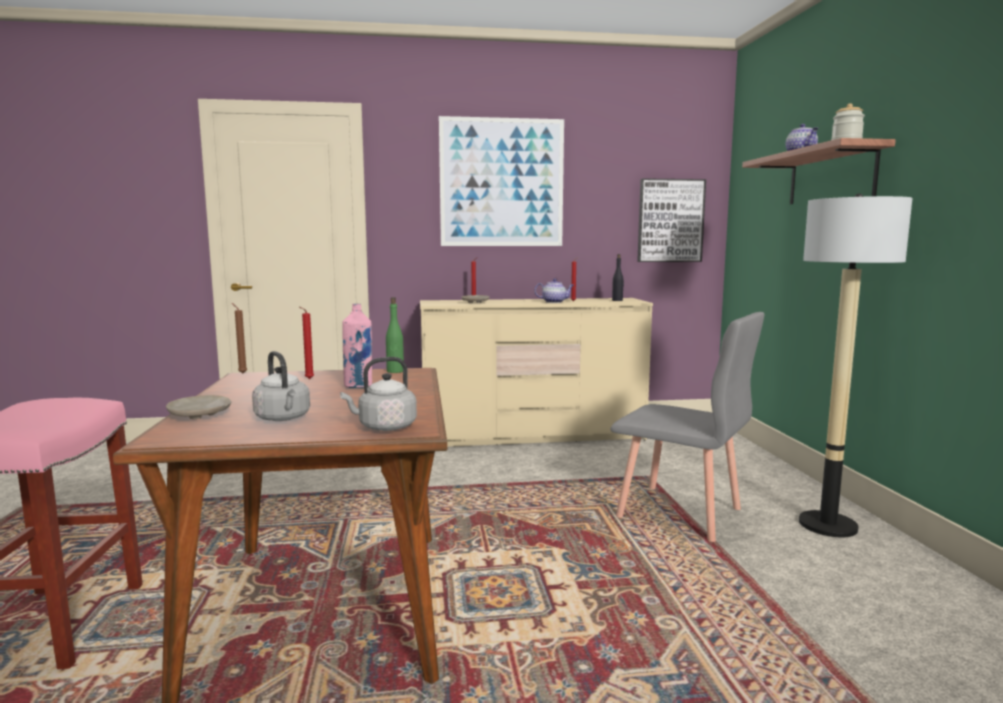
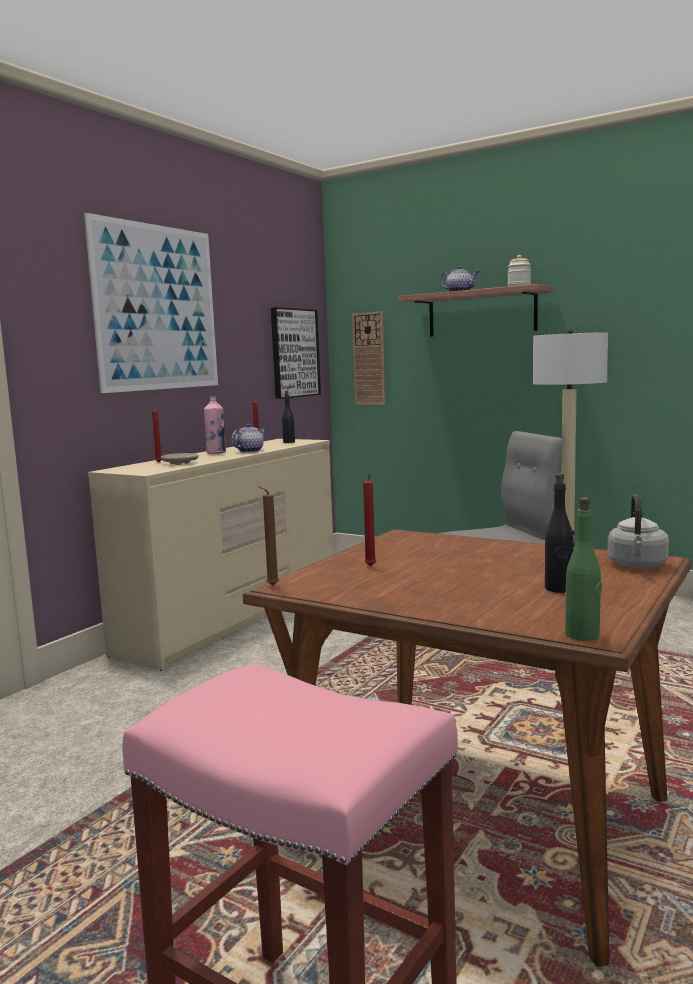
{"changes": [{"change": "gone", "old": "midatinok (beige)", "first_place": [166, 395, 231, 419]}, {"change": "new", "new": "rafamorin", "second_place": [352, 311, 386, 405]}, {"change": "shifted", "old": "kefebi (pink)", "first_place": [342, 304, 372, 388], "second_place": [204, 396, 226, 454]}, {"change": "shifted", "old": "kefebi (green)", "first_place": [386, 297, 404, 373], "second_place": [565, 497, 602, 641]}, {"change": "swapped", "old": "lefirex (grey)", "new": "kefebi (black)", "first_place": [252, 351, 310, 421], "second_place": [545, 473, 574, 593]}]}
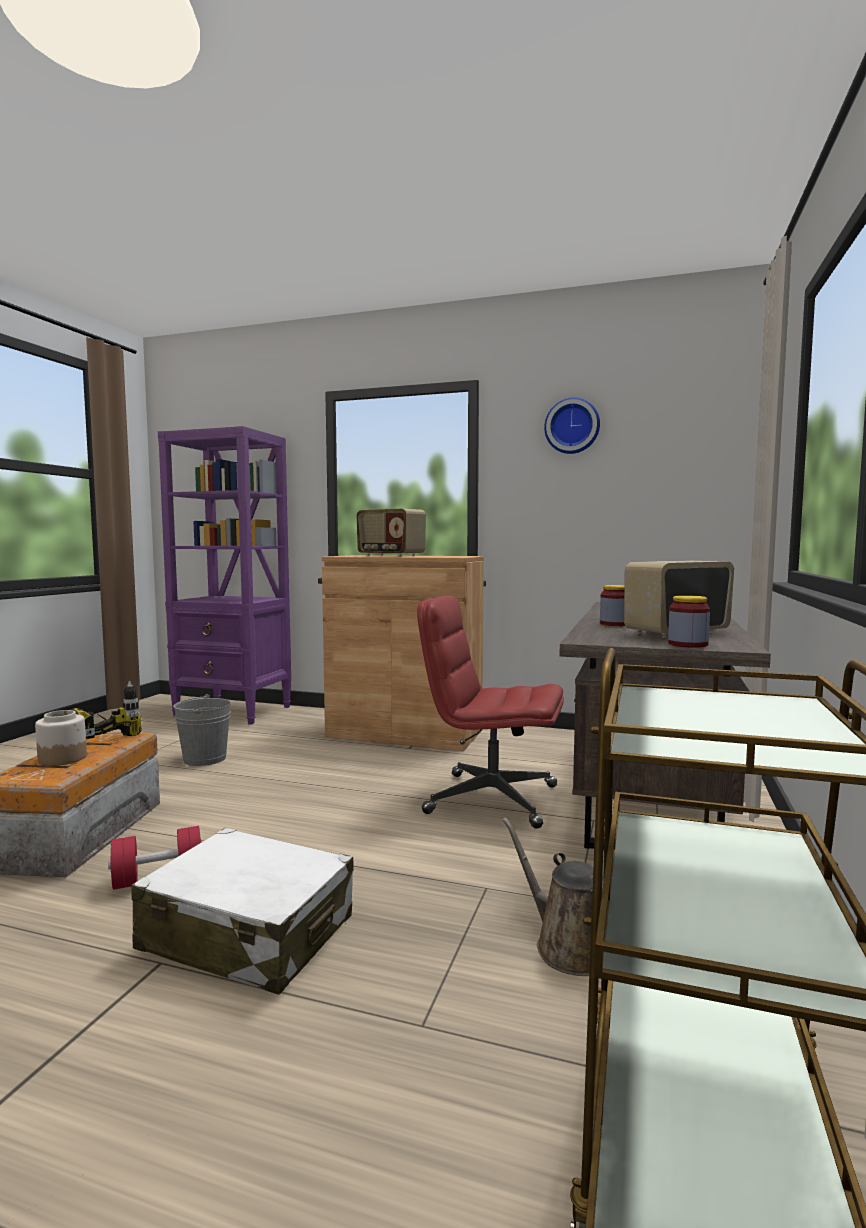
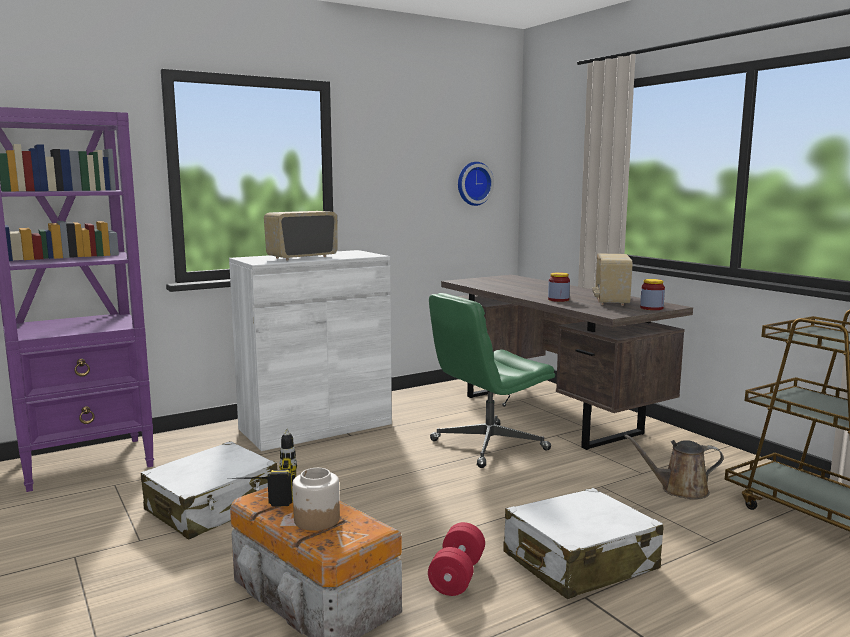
{"changes": [{"change": "shifted", "old": "rafamorin", "first_place": [544, 397, 600, 454], "second_place": [458, 162, 494, 206]}, {"change": "swapped", "old": "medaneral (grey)", "new": "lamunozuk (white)", "first_place": [173, 694, 231, 766], "second_place": [140, 441, 277, 539]}, {"change": "repainted", "old": "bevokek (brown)", "new": "bevokek (white)", "first_place": [322, 555, 484, 751], "second_place": [229, 250, 392, 451]}, {"change": "repainted", "old": "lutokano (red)", "new": "lutokano (green)", "first_place": [417, 596, 564, 829], "second_place": [429, 293, 555, 468]}, {"change": "rotated", "old": "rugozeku", "first_place": [357, 509, 426, 557], "second_place": [264, 211, 337, 261], "degrees": 150}]}
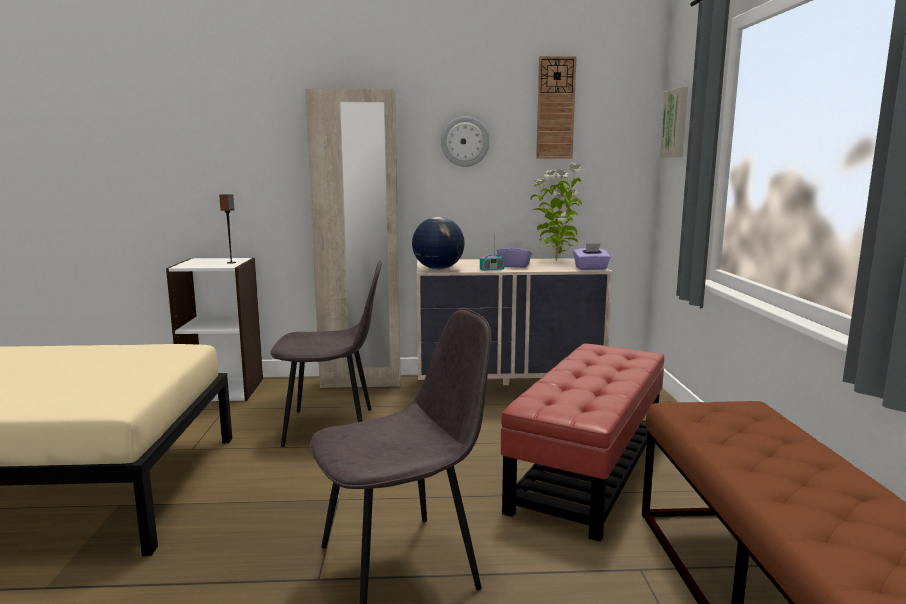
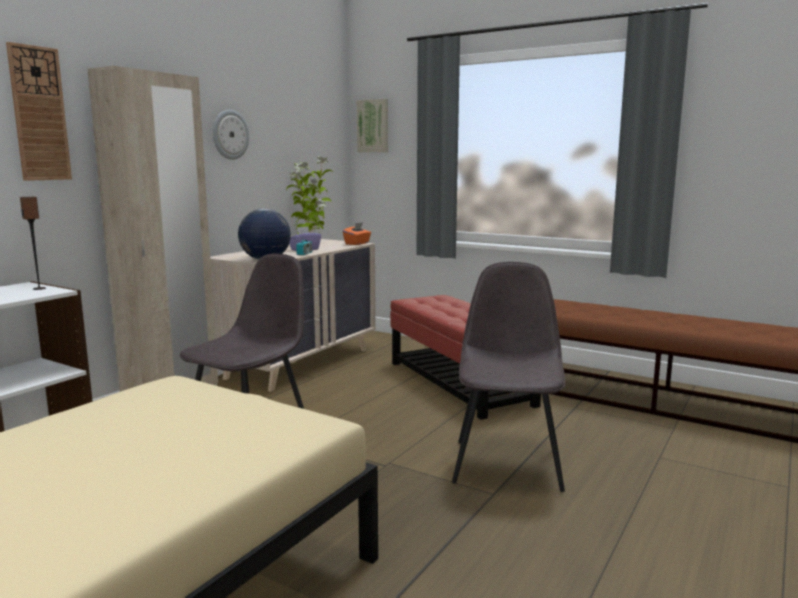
{"changes": [{"change": "shifted", "old": "rafamorin", "first_place": [536, 56, 576, 158], "second_place": [6, 42, 72, 181]}, {"change": "repainted", "old": "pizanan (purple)", "new": "pizanan (orange)", "first_place": [573, 243, 611, 270], "second_place": [343, 222, 371, 245]}]}
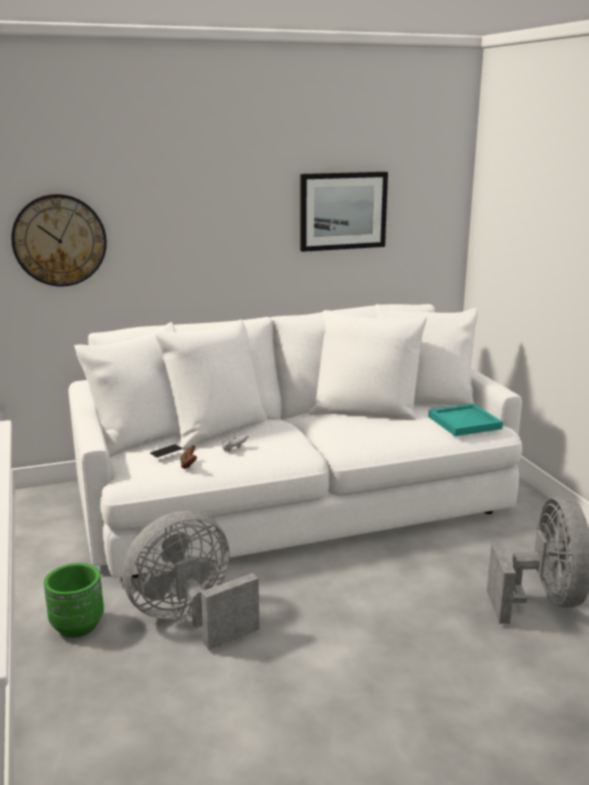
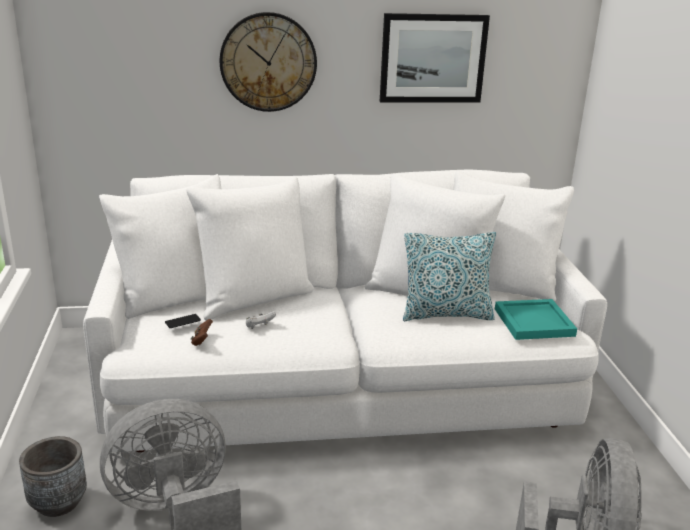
{"changes": [{"change": "new", "new": "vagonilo", "second_place": [403, 232, 496, 321]}, {"change": "shifted", "old": "rafamorin", "first_place": [11, 194, 107, 286], "second_place": [220, 12, 317, 112]}, {"change": "repainted", "old": "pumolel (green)", "new": "pumolel (grey)", "first_place": [44, 563, 104, 638], "second_place": [19, 436, 87, 517]}]}
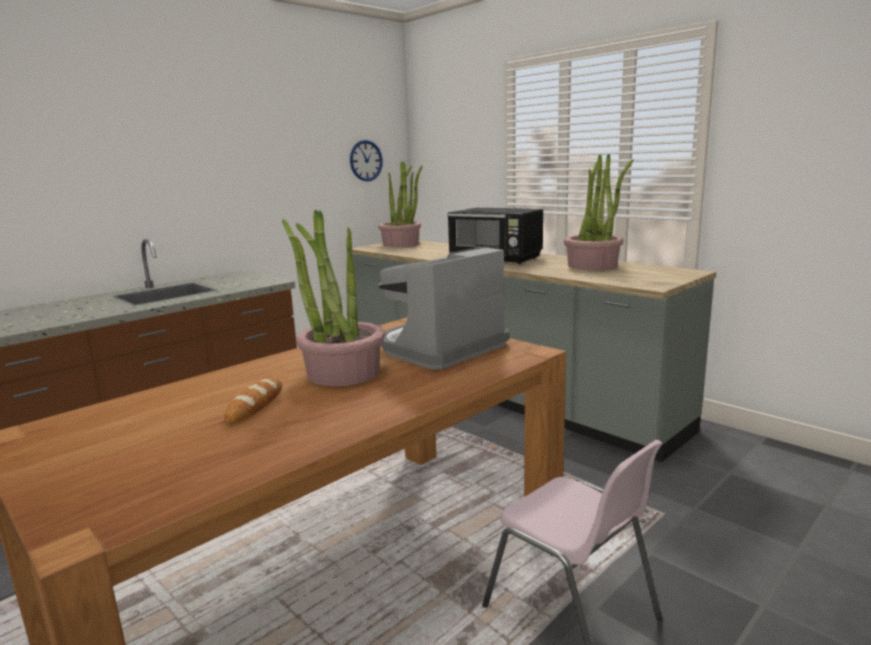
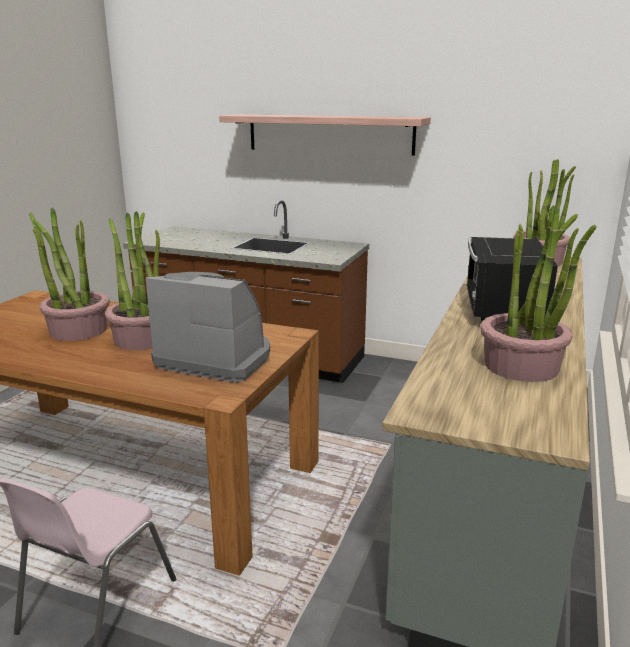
{"changes": [{"change": "gone", "old": "rafamorin", "first_place": [350, 140, 383, 181]}, {"change": "new", "new": "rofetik", "second_place": [219, 114, 431, 156]}, {"change": "swapped", "old": "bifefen", "new": "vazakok", "first_place": [224, 378, 282, 424], "second_place": [29, 208, 110, 341]}]}
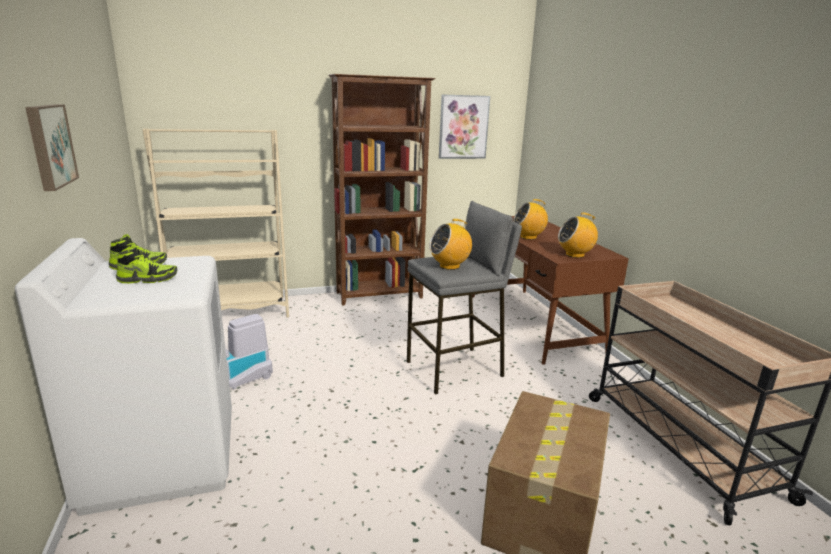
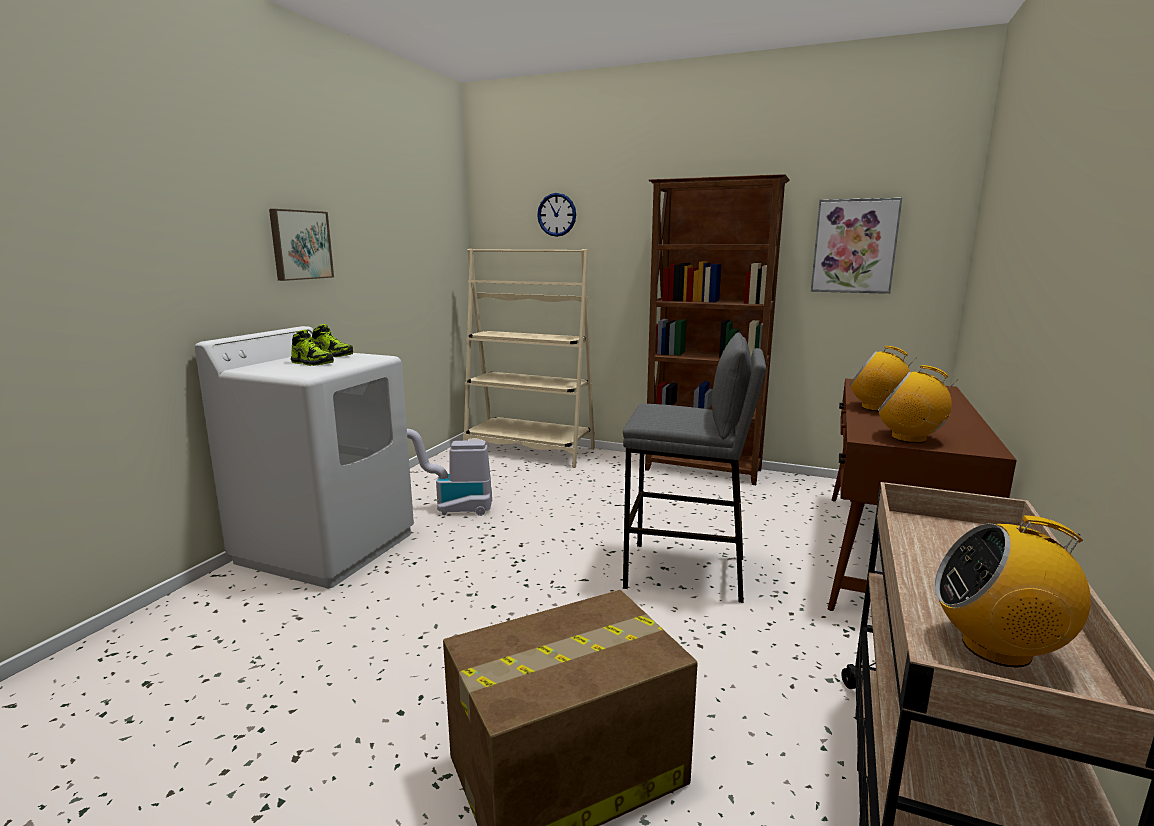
{"changes": [{"change": "new", "new": "rafamorin", "second_place": [537, 193, 576, 237]}, {"change": "shifted", "old": "rugozeku", "first_place": [429, 219, 472, 270], "second_place": [935, 515, 1091, 668]}]}
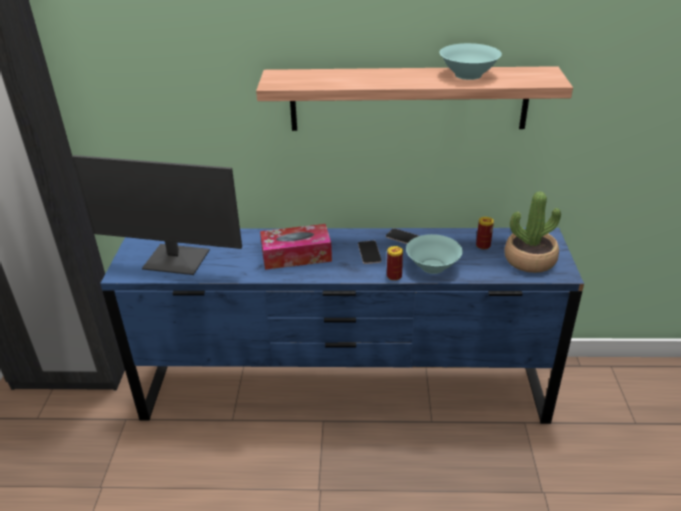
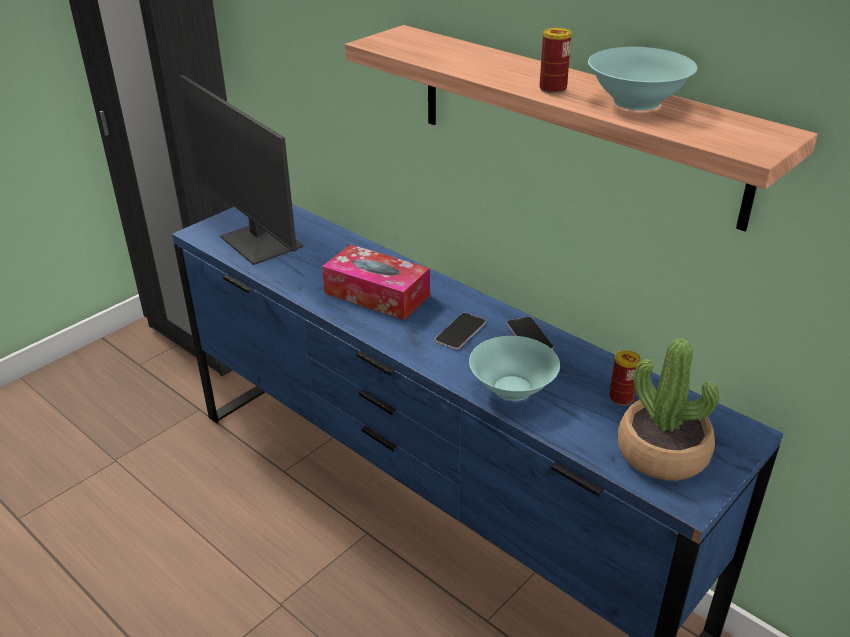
{"changes": [{"change": "shifted", "old": "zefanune", "first_place": [387, 246, 403, 281], "second_place": [539, 28, 572, 94]}]}
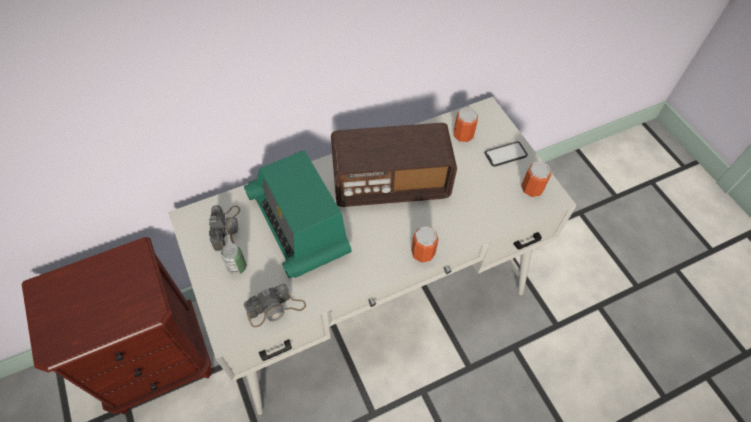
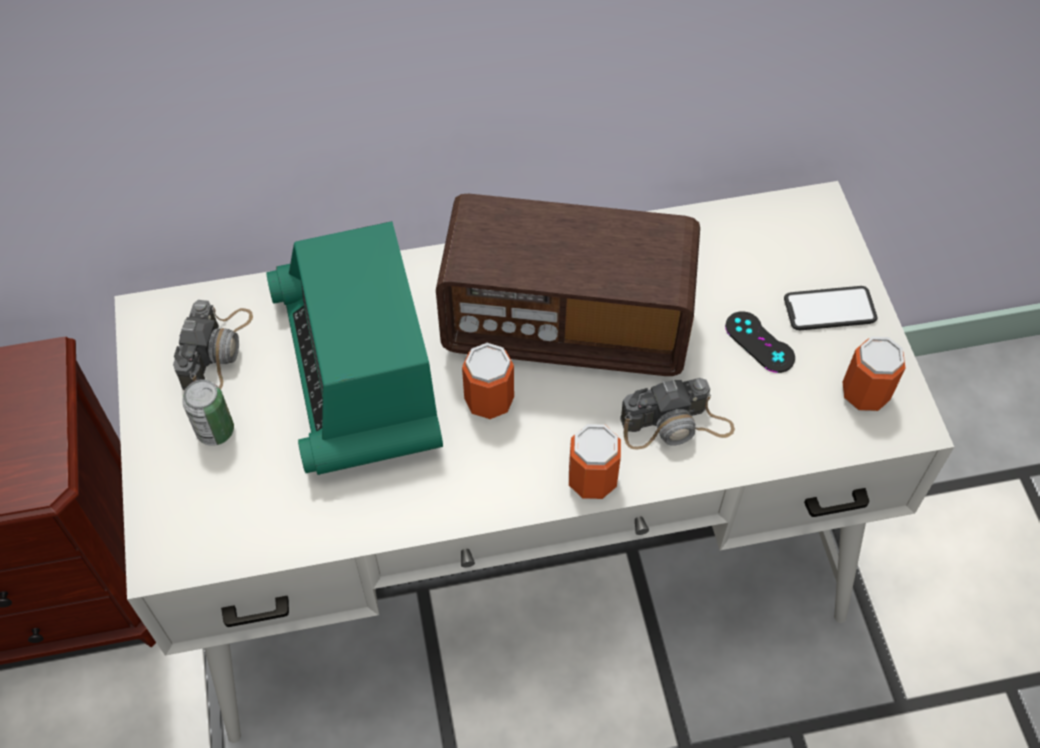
{"changes": [{"change": "new", "new": "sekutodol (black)", "second_place": [725, 311, 795, 373]}, {"change": "shifted", "old": "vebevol", "first_place": [244, 284, 306, 327], "second_place": [620, 378, 735, 449]}, {"change": "shifted", "old": "zefanune", "first_place": [454, 107, 478, 143], "second_place": [462, 343, 514, 419]}]}
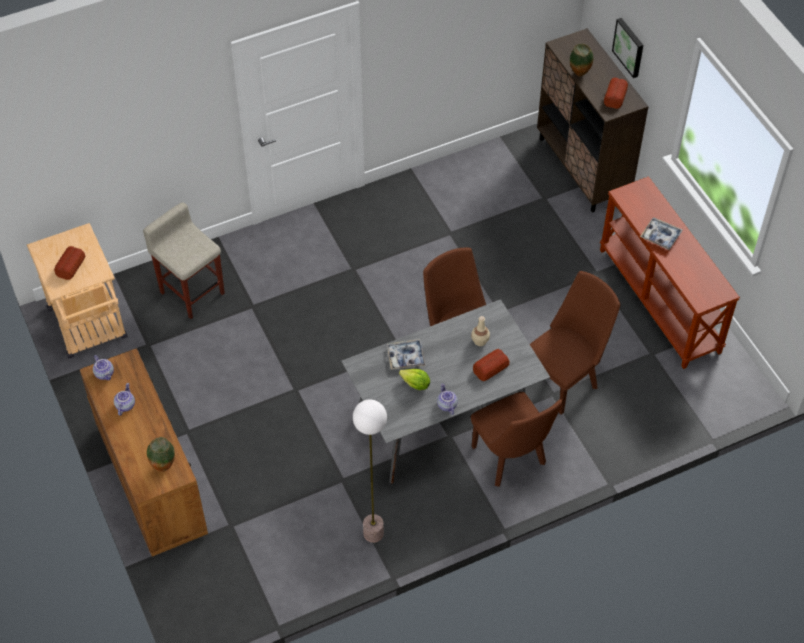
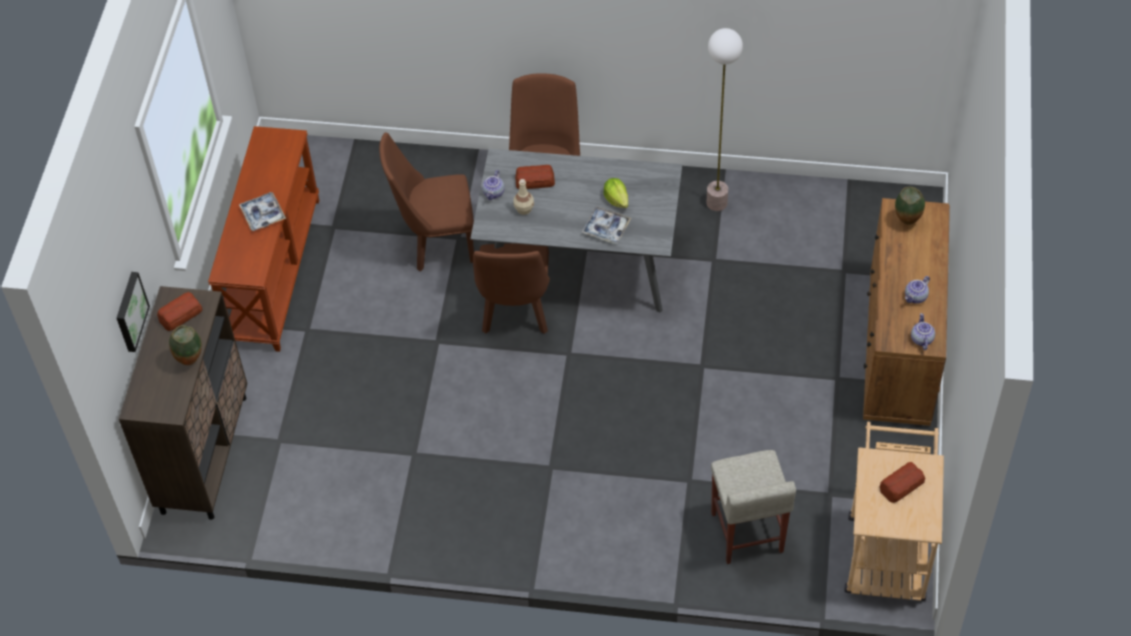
{"changes": [{"change": "shifted", "old": "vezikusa", "first_place": [437, 383, 458, 415], "second_place": [482, 170, 505, 200]}]}
